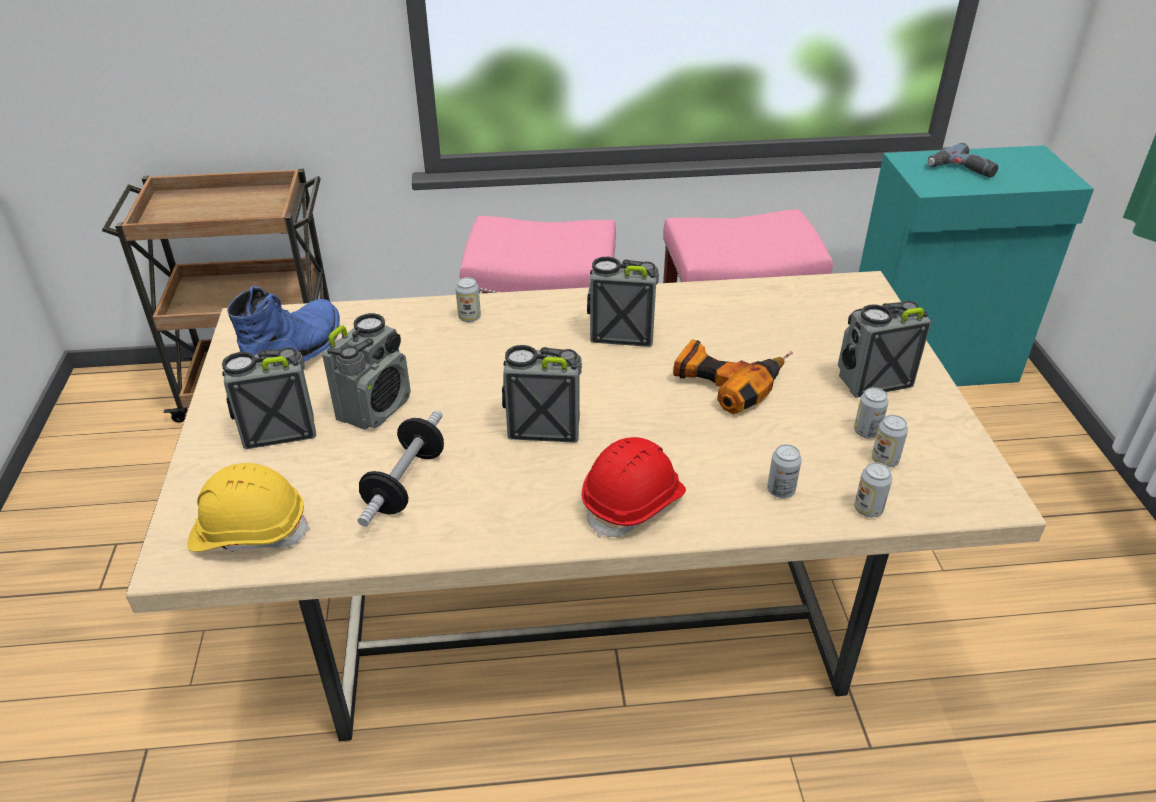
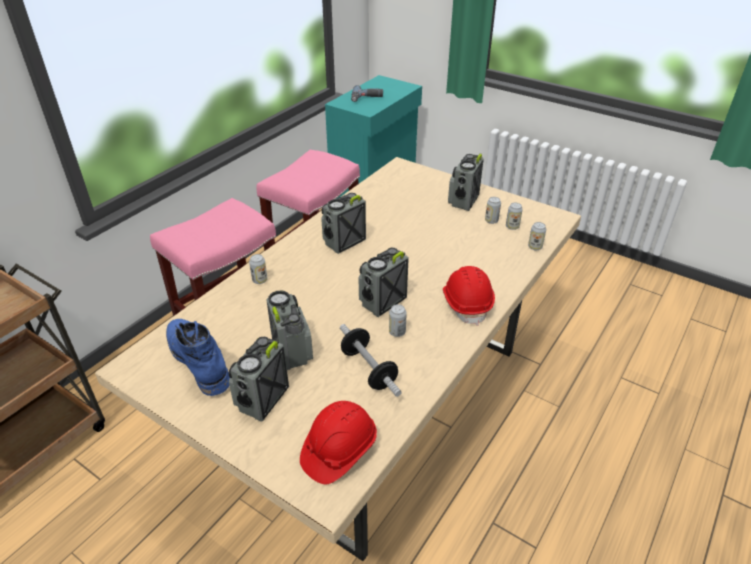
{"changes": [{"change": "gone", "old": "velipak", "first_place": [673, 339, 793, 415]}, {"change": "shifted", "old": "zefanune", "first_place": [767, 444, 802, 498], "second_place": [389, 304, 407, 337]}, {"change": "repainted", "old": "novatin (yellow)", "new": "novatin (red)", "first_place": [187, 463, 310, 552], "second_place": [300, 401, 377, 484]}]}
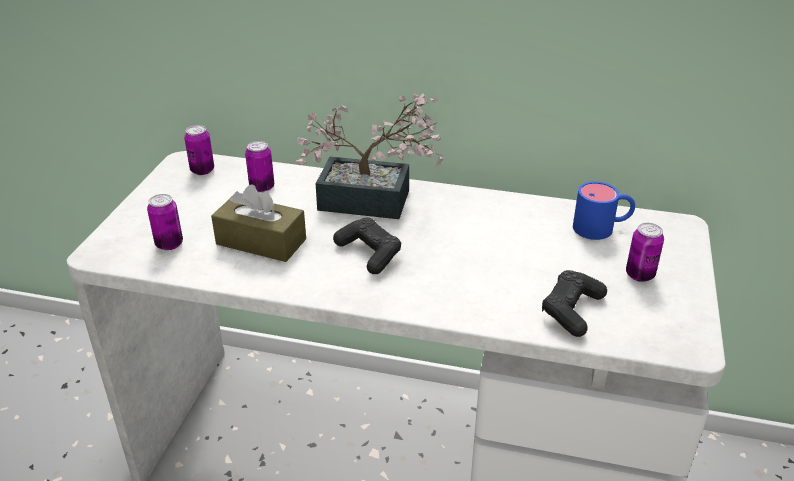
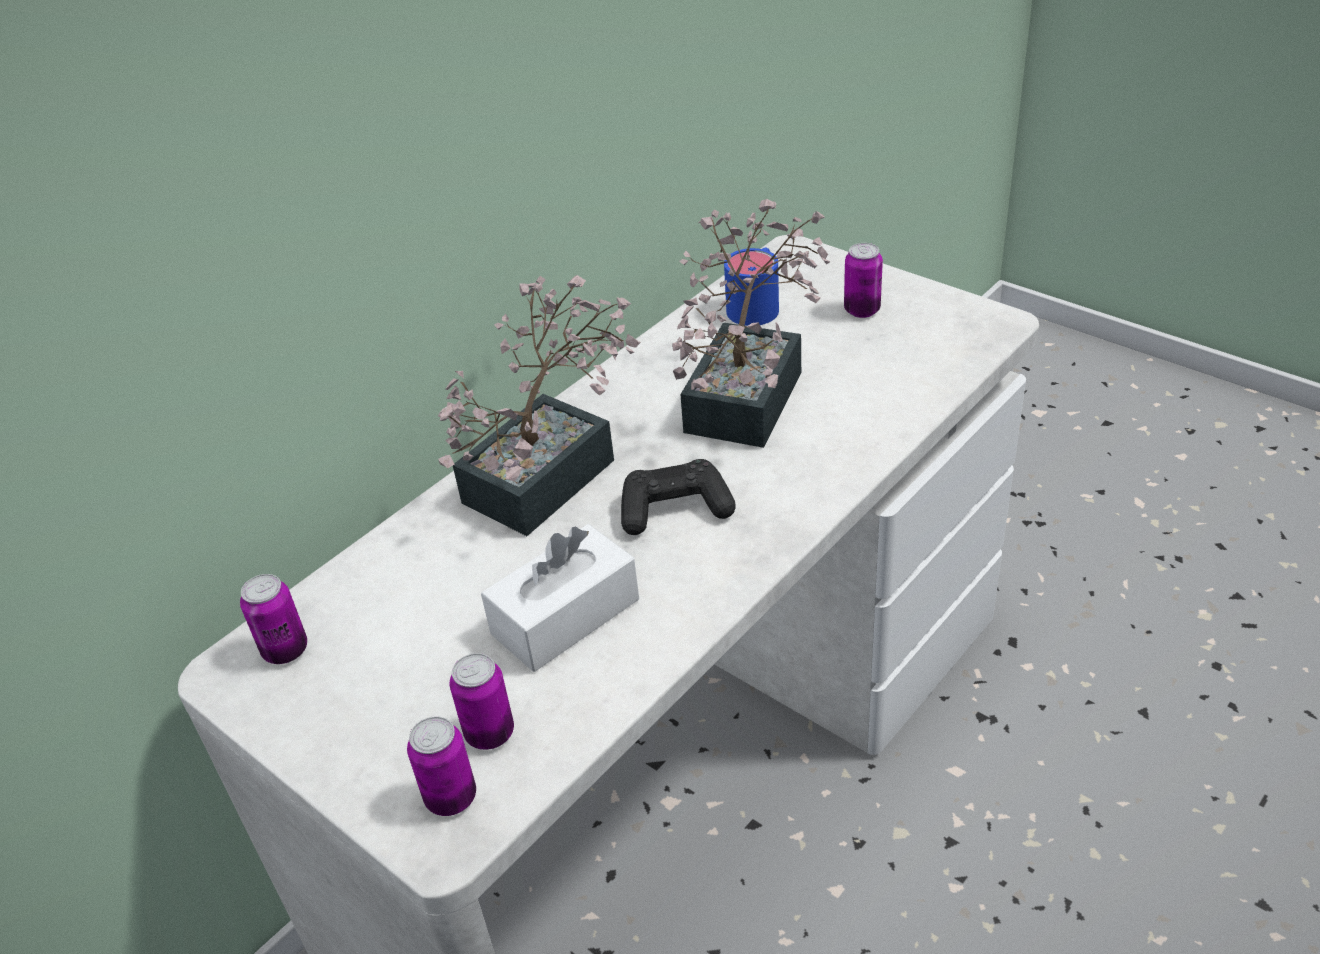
{"changes": [{"change": "gone", "old": "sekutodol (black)", "first_place": [542, 270, 607, 337]}, {"change": "new", "new": "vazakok", "second_place": [672, 199, 830, 448]}, {"change": "shifted", "old": "zefanune", "first_place": [245, 141, 274, 193], "second_place": [407, 716, 476, 816]}, {"change": "repainted", "old": "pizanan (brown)", "new": "pizanan (white)", "first_place": [211, 184, 306, 262], "second_place": [481, 524, 639, 672]}]}
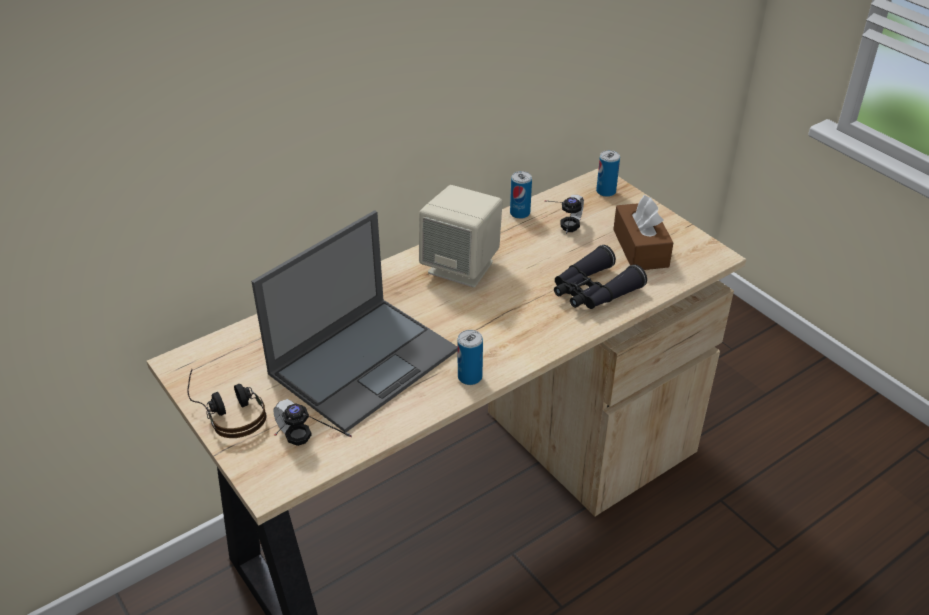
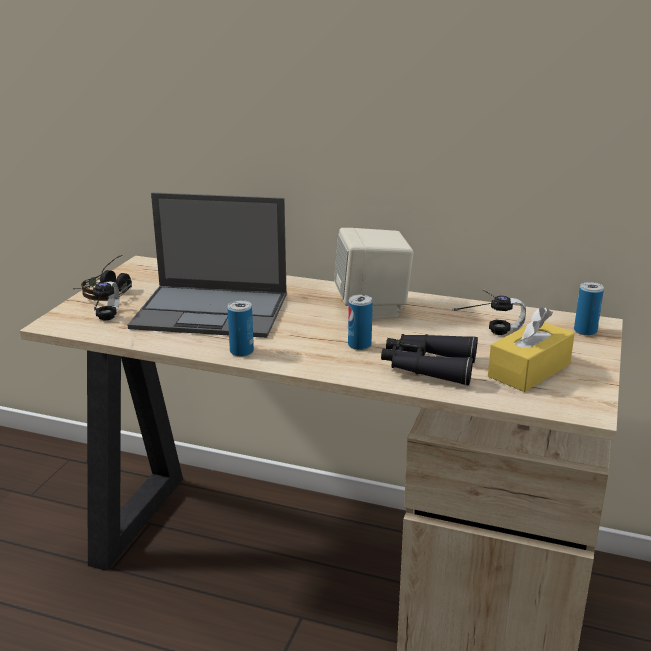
{"changes": [{"change": "shifted", "old": "zefanune", "first_place": [510, 171, 532, 219], "second_place": [348, 294, 373, 350]}, {"change": "repainted", "old": "pizanan (brown)", "new": "pizanan (yellow)", "first_place": [613, 195, 673, 270], "second_place": [488, 307, 575, 392]}]}
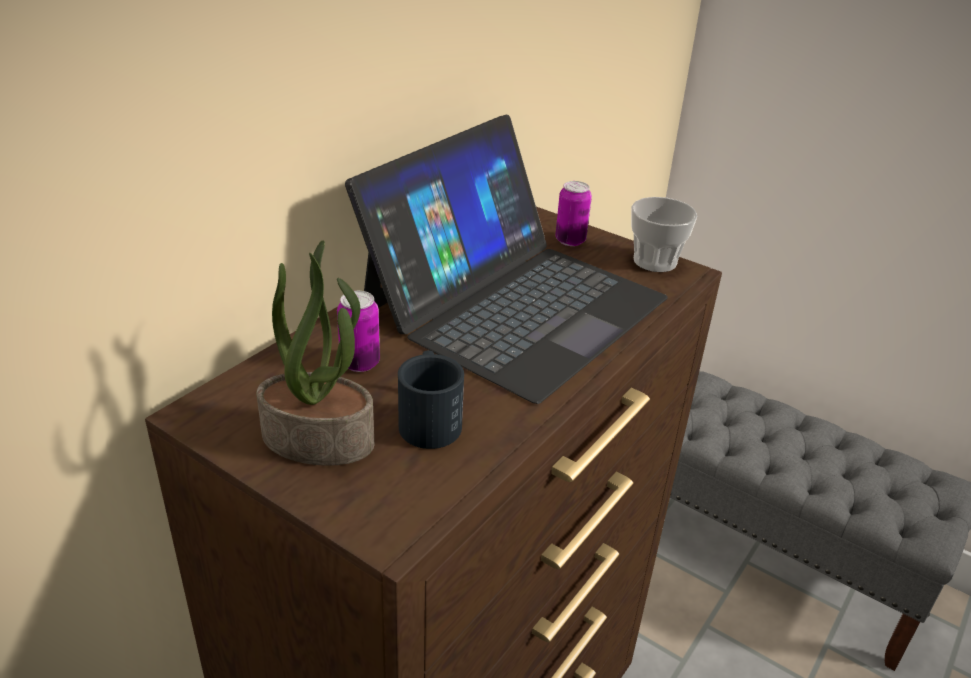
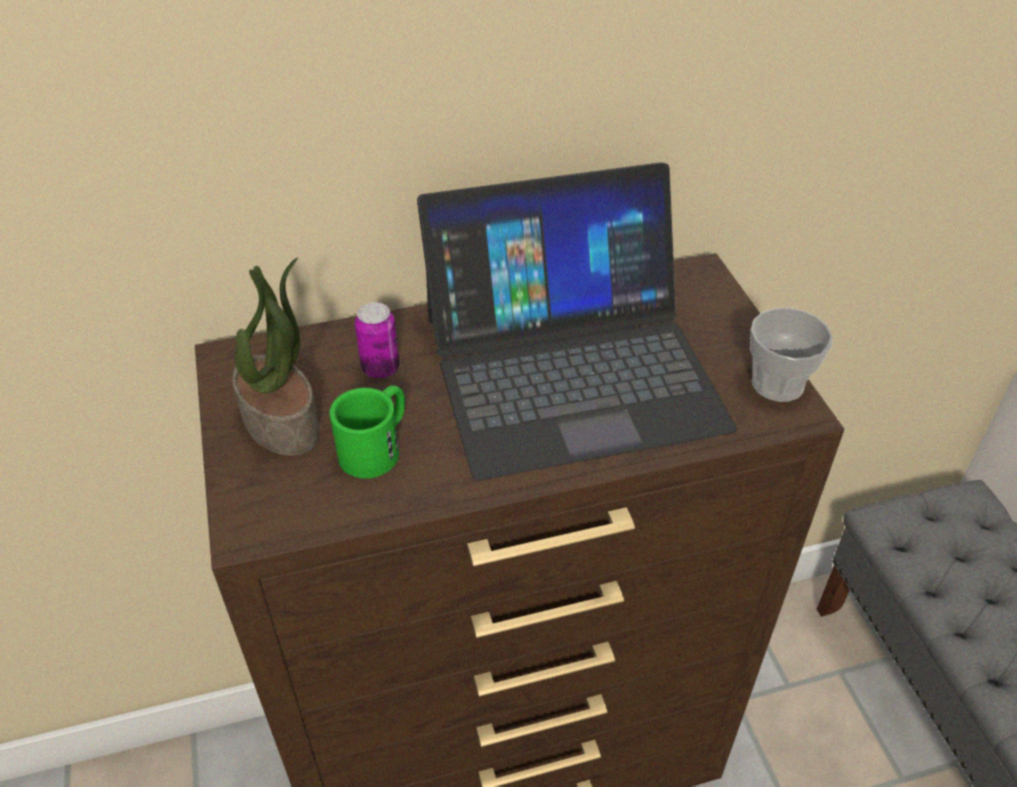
{"changes": [{"change": "gone", "old": "zefanune", "first_place": [555, 181, 592, 246]}, {"change": "repainted", "old": "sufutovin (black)", "new": "sufutovin (green)", "first_place": [398, 350, 464, 449], "second_place": [330, 385, 405, 479]}]}
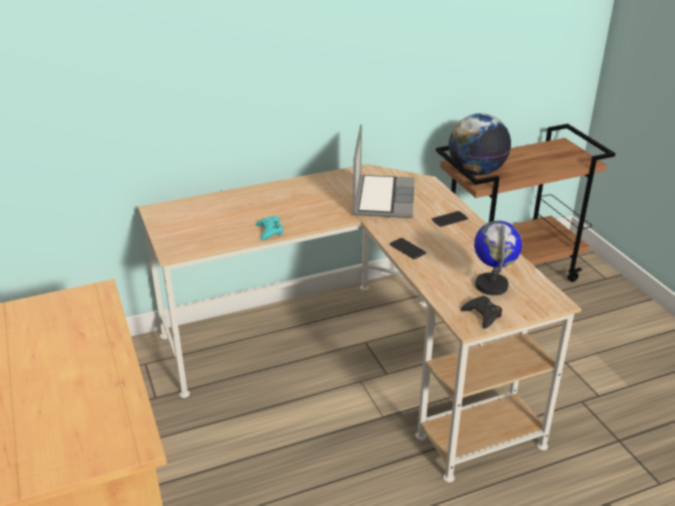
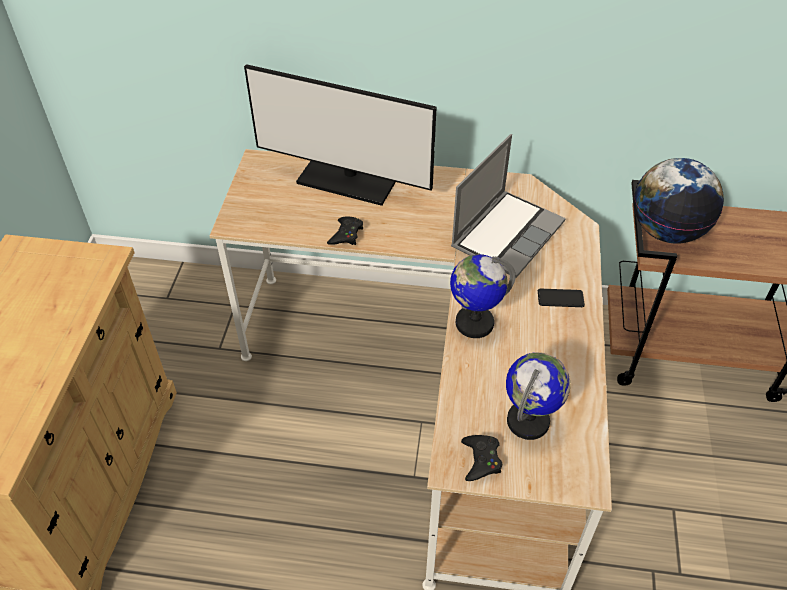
{"changes": [{"change": "new", "new": "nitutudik", "second_place": [244, 64, 437, 206]}, {"change": "swapped", "old": "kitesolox", "new": "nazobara", "first_place": [390, 238, 426, 259], "second_place": [450, 254, 516, 338]}, {"change": "repainted", "old": "sekutodol (turquoise)", "new": "sekutodol (black)", "first_place": [256, 216, 283, 240], "second_place": [327, 217, 363, 245]}]}
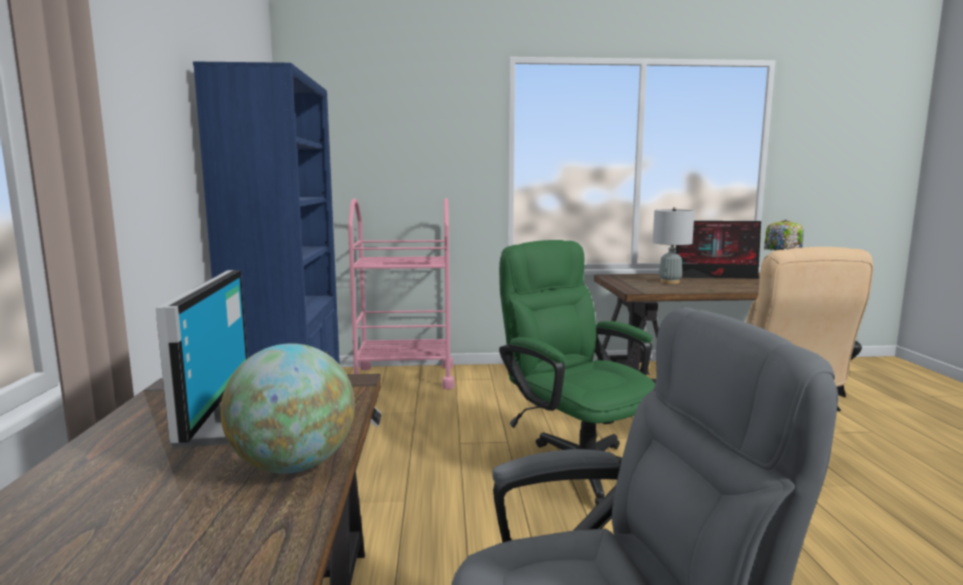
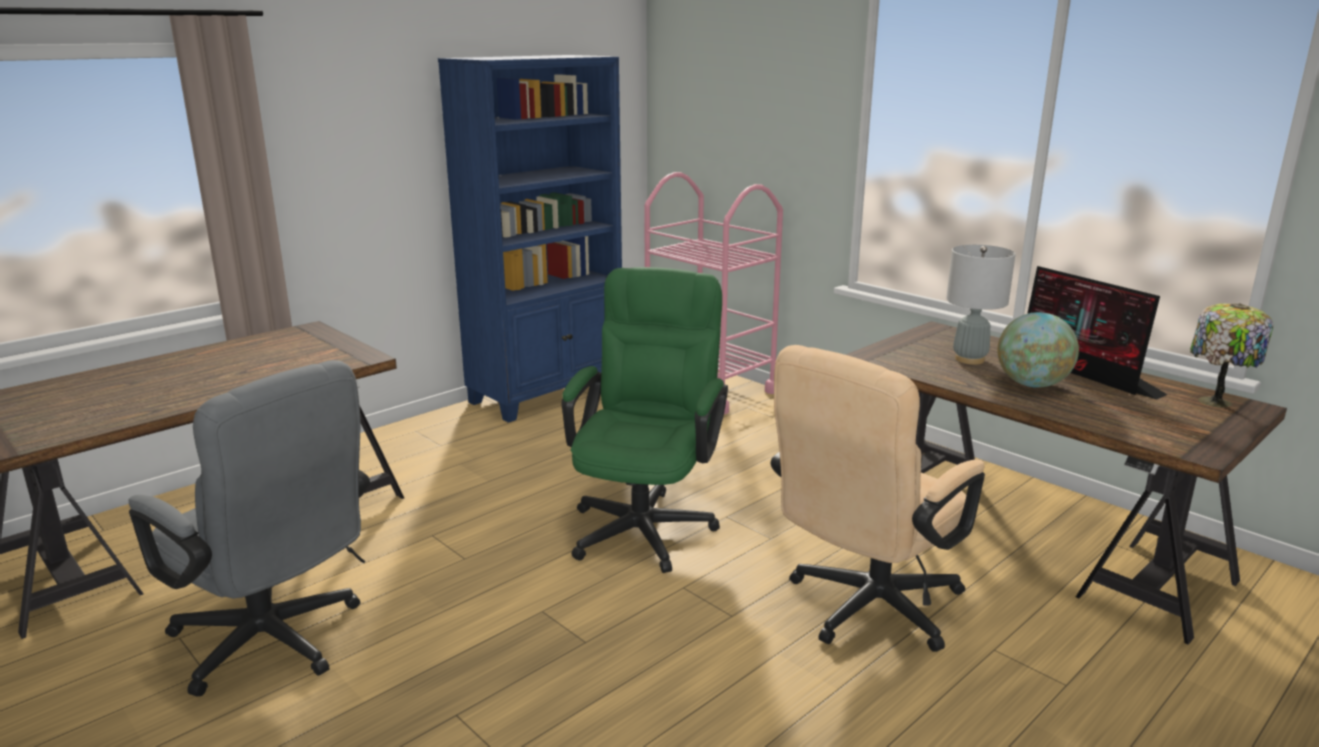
{"changes": [{"change": "gone", "old": "nitutudik", "first_place": [156, 270, 248, 447]}, {"change": "shifted", "old": "nazobara", "first_place": [220, 343, 355, 474], "second_place": [998, 312, 1079, 388]}]}
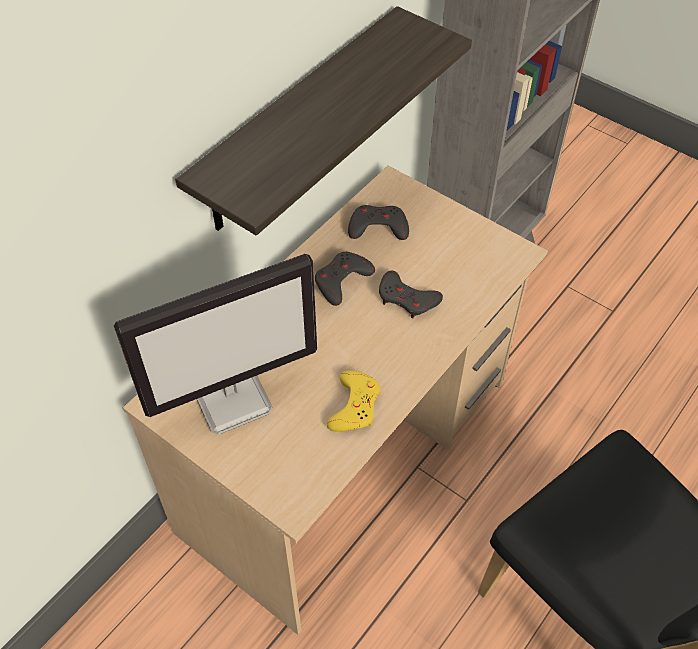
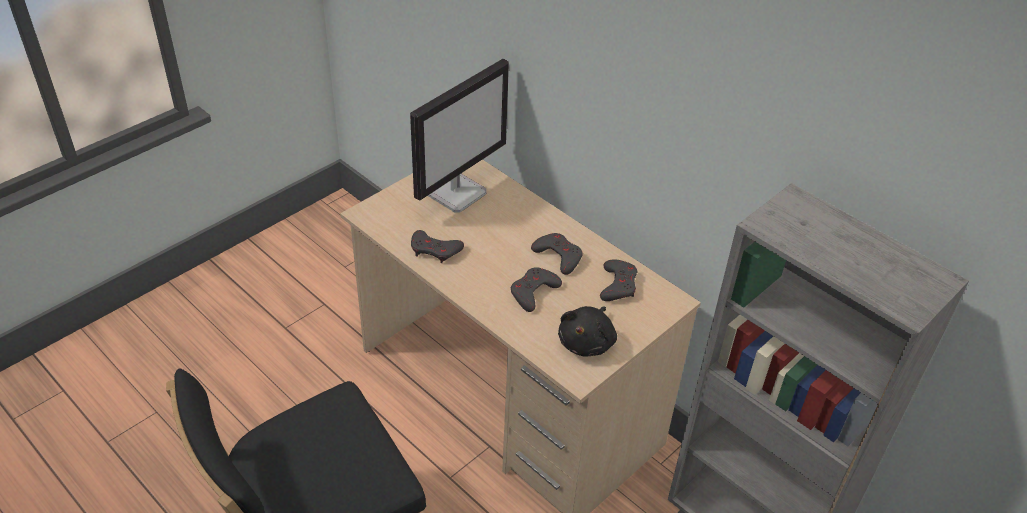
{"changes": [{"change": "gone", "old": "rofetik", "first_place": [175, 6, 472, 236]}, {"change": "new", "new": "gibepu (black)", "second_place": [558, 306, 617, 357]}, {"change": "repainted", "old": "sekutodol (yellow)", "new": "sekutodol (grey)", "first_place": [327, 370, 380, 432], "second_place": [411, 230, 464, 263]}, {"change": "rotated", "old": "nitutudik", "first_place": [114, 254, 317, 435], "second_place": [410, 59, 509, 212], "degrees": -120}]}
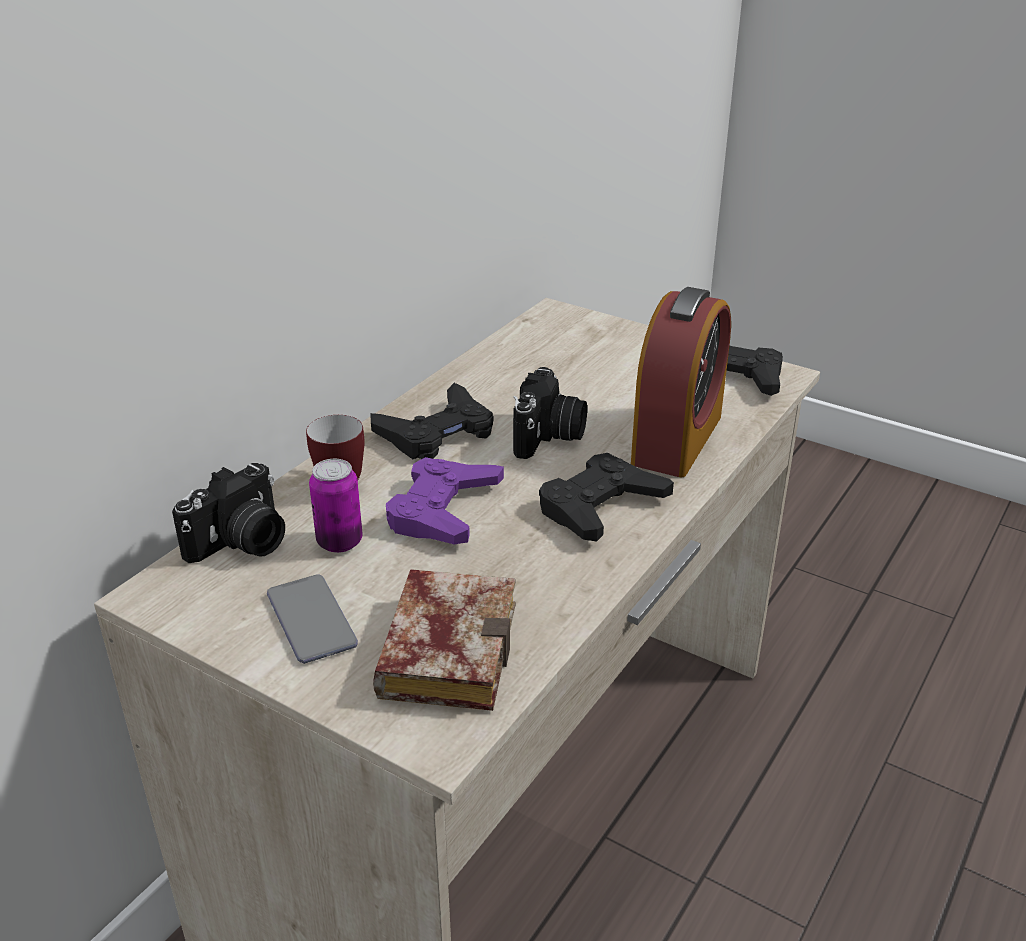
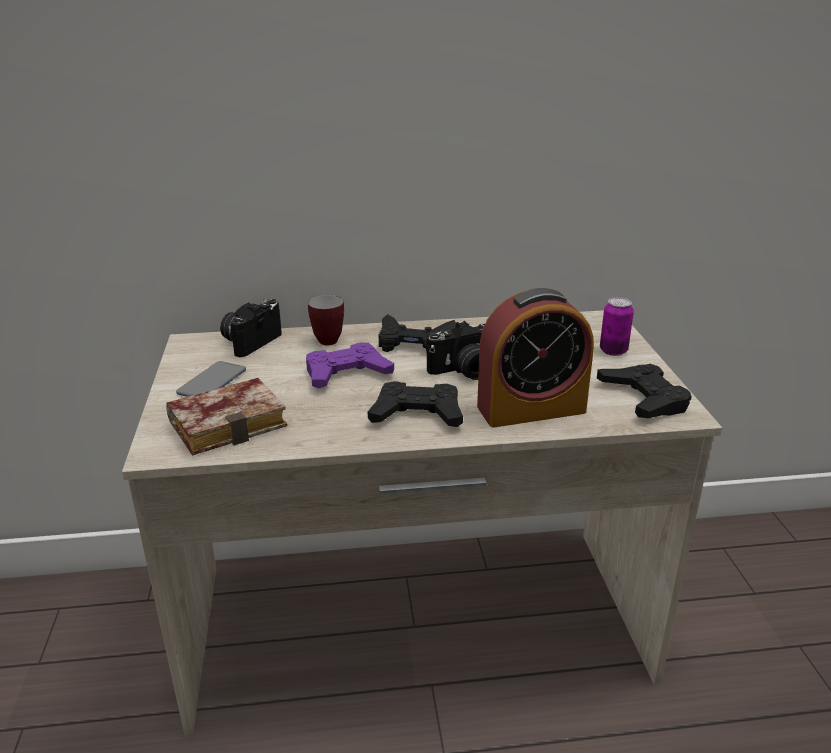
{"changes": [{"change": "shifted", "old": "zefanune", "first_place": [309, 459, 363, 553], "second_place": [600, 297, 634, 356]}, {"change": "rotated", "old": "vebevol", "first_place": [172, 463, 285, 563], "second_place": [220, 299, 282, 357], "degrees": 120}]}
